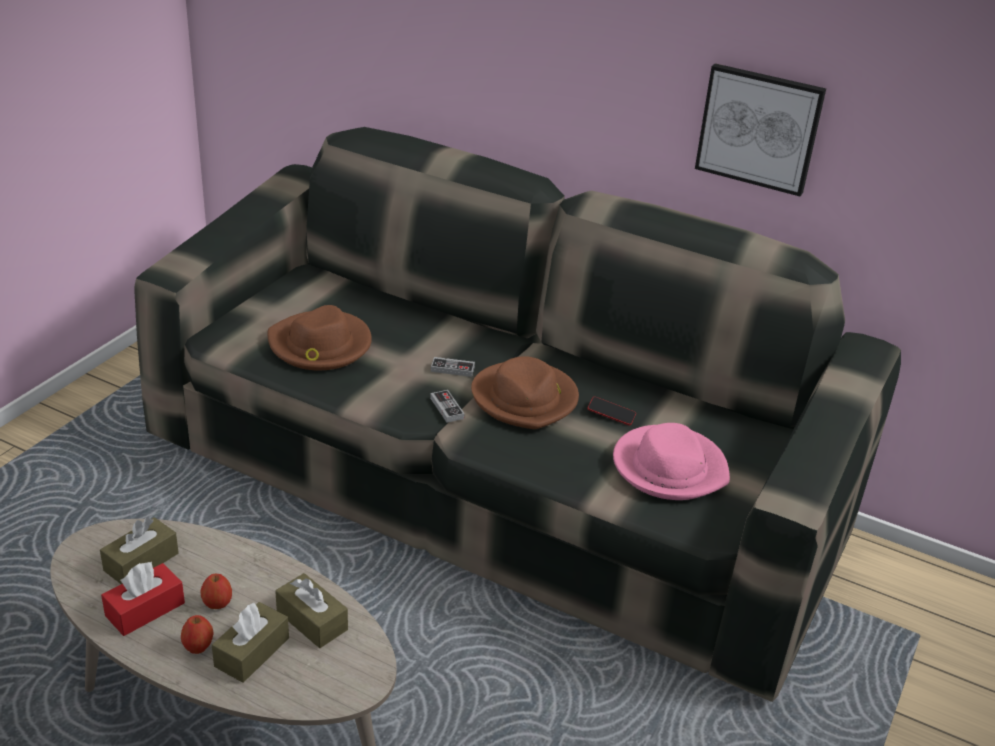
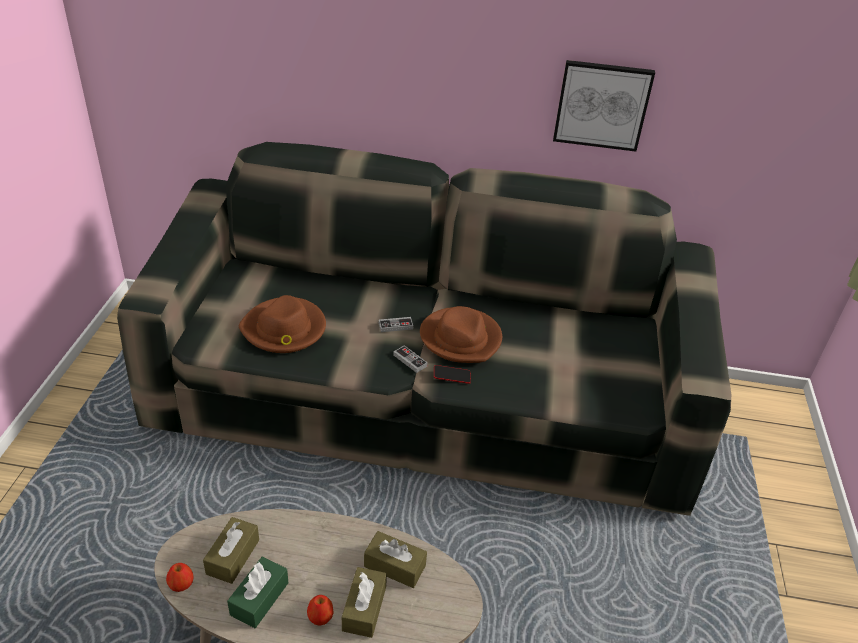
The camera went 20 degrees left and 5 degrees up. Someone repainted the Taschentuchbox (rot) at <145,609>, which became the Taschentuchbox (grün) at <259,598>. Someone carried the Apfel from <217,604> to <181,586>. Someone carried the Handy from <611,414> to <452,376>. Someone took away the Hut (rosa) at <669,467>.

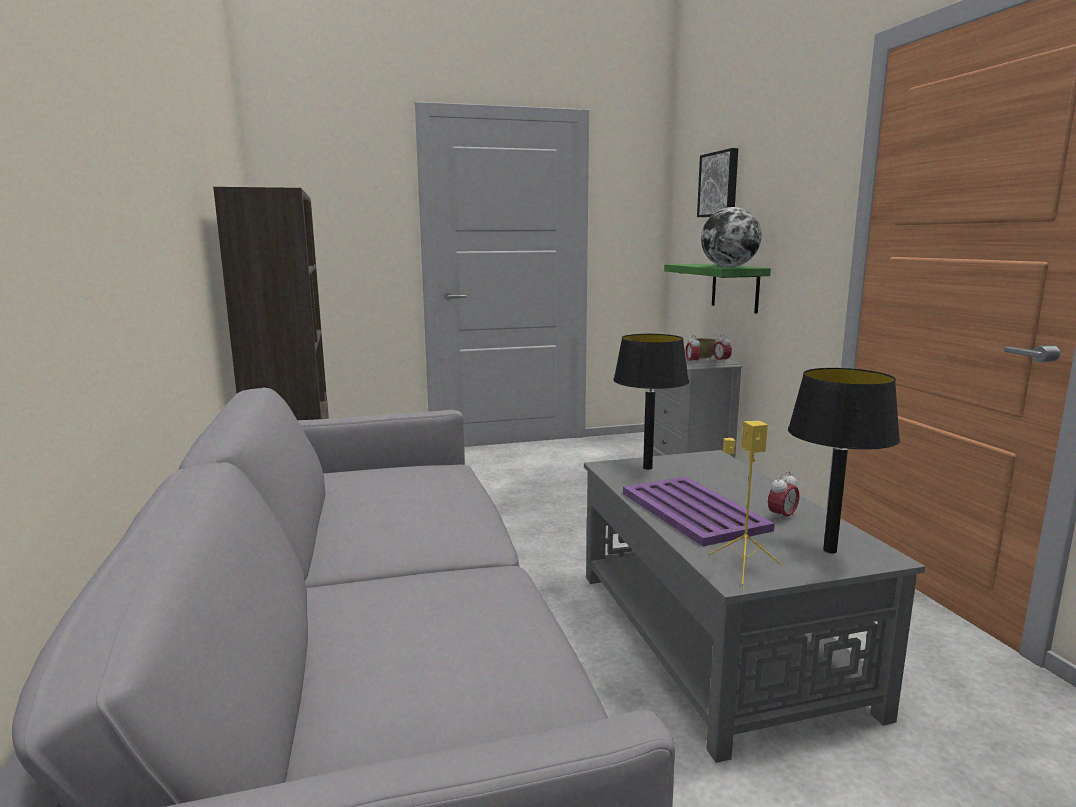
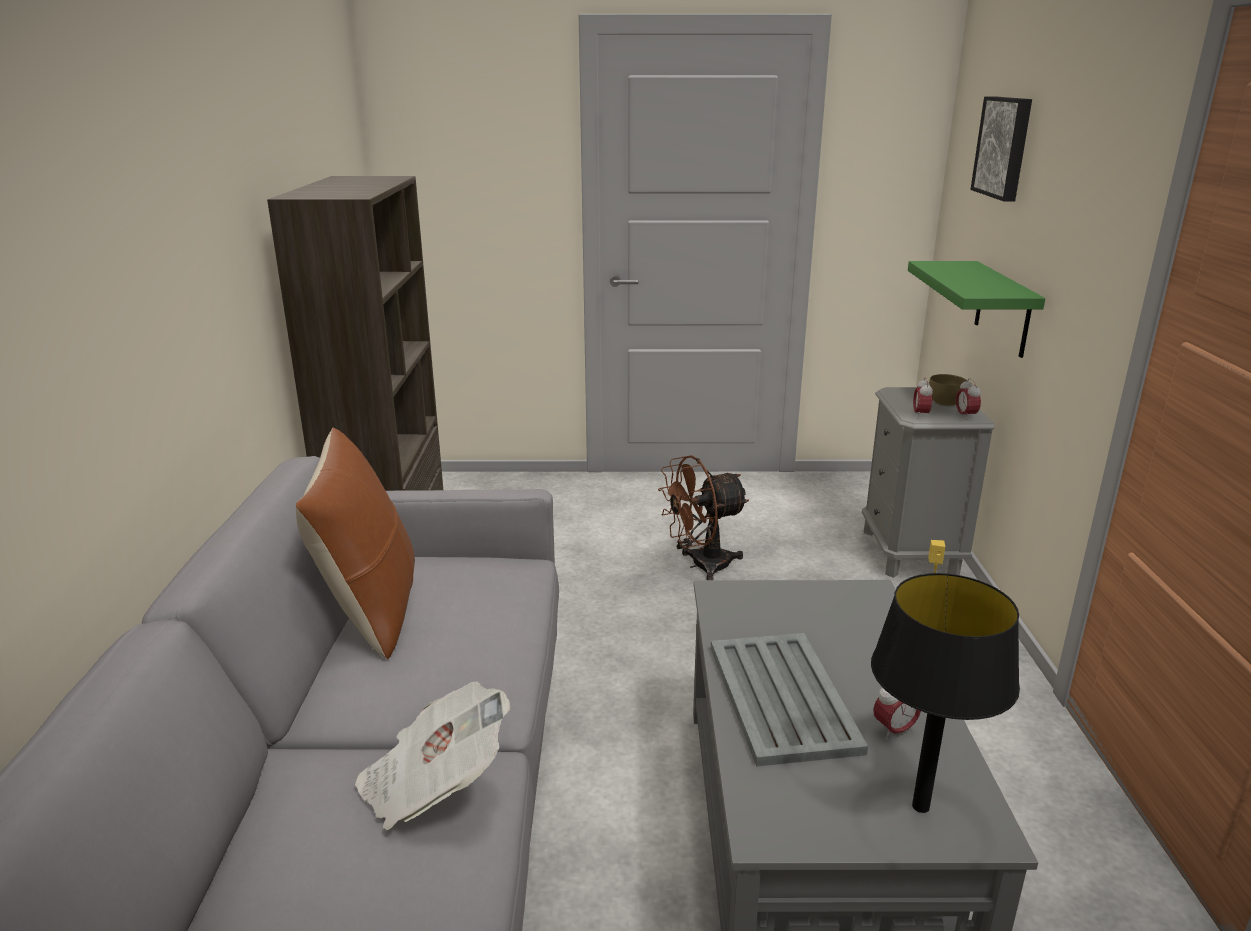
The camera went 15 degrees right and 10 degrees up. Someone took away the Tischlampe (schwarz) at <647,468>. Someone repainted the Tablett (lila) at <692,510>, which became the Tablett (grau) at <782,696>. Someone took away the Globus at <729,267>. Someone took away the Lautsprecher (gelb) at <743,568>. Someone put down the Kissen (braun) at <371,609>. Someone put down the Zeitung at <434,784>. Someone put down the Ventilator (braun) at <701,566>.

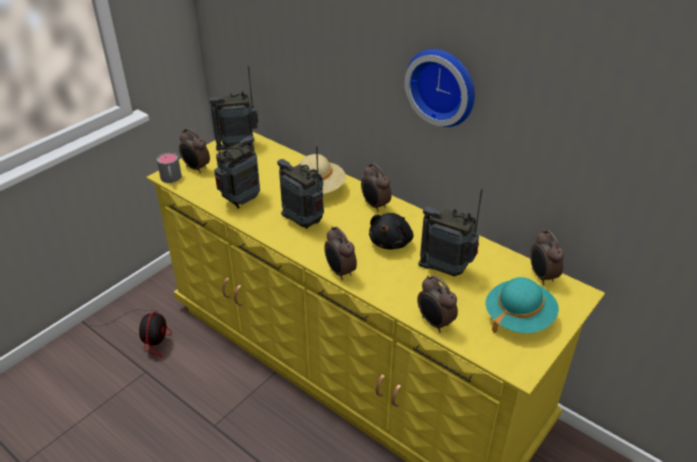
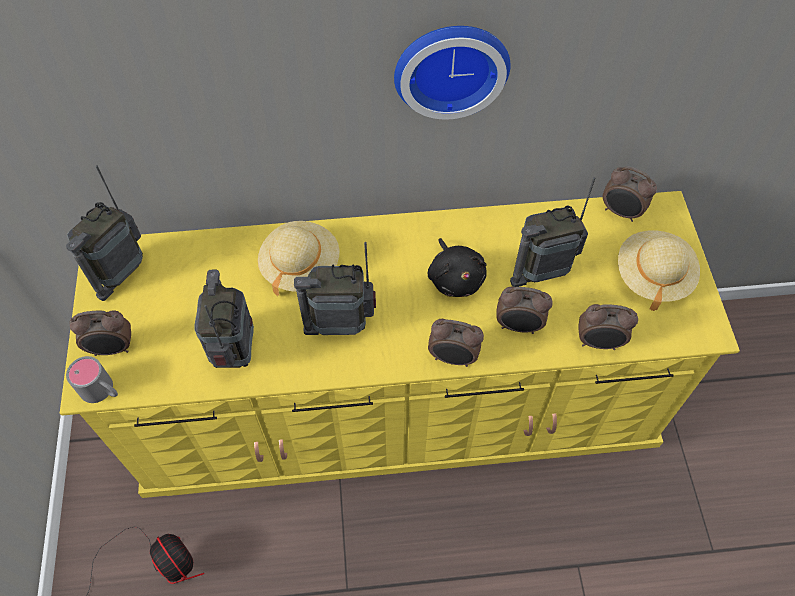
The camera went 45 degrees left and 20 degrees up. Someone carried the Wecker from <375,206> to <518,326>. Someone repainted the Hut (türkis) at <518,318>, which became the Hut (beige) at <652,276>.

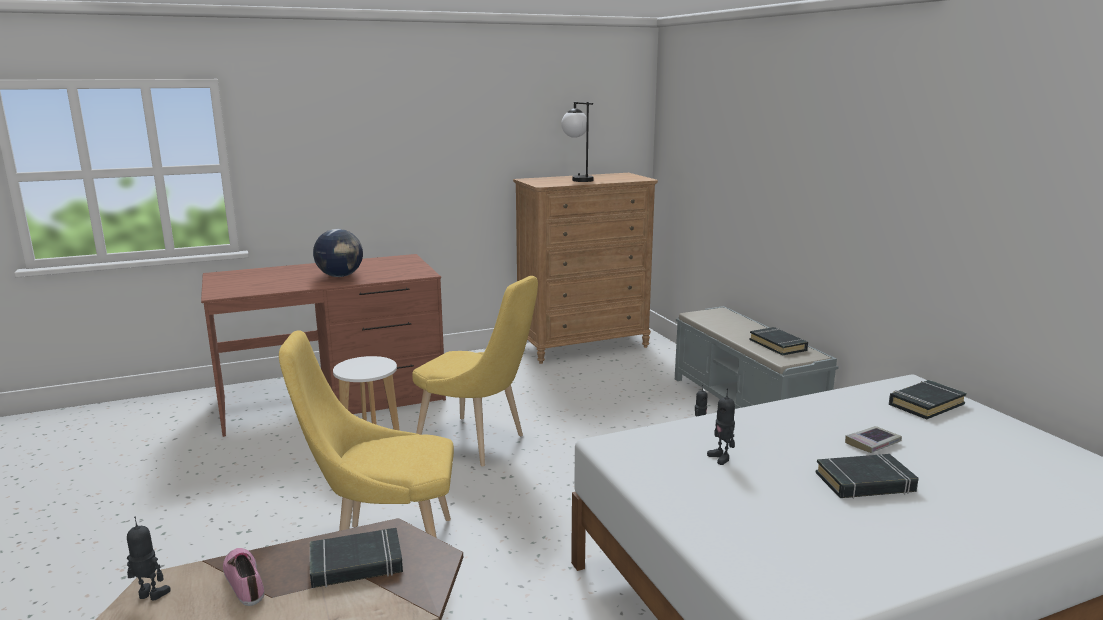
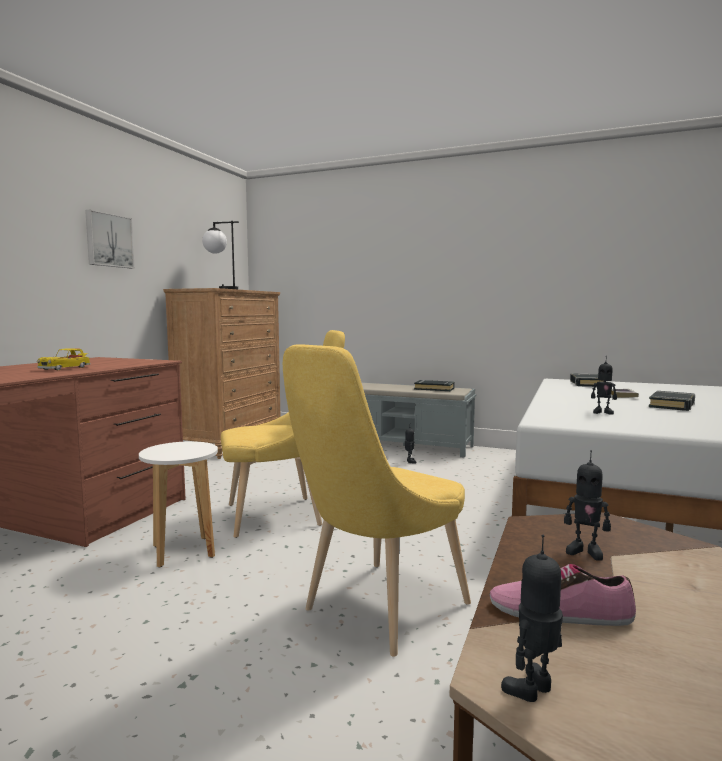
The camera went 45 degrees left and 10 degrees down. Someone swapped the Buch (schwarz) at <356,564> for the Spielzeugroboter at <585,551>. Someone swapped the Globus at <340,276> for the Spielzeugauto at <65,368>. Someone put up the Bild at <108,240>.

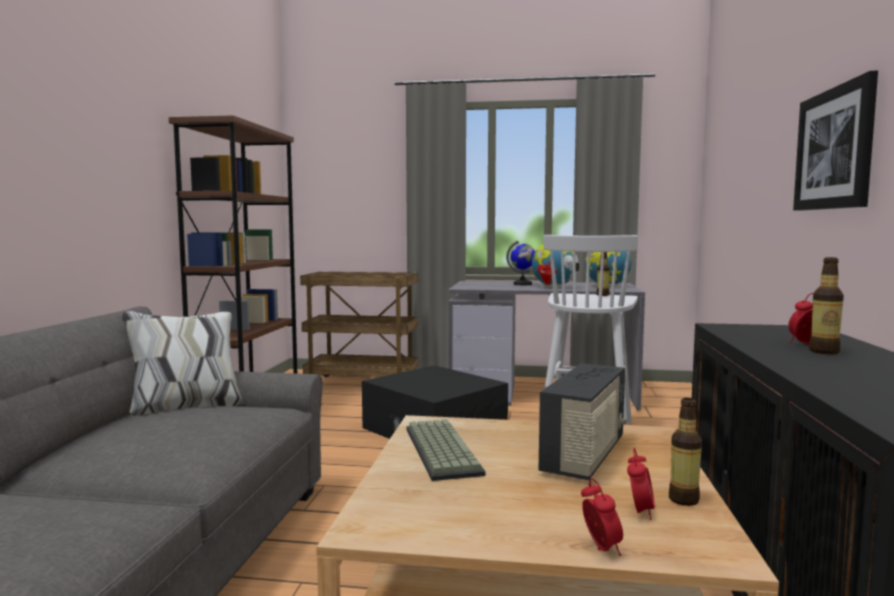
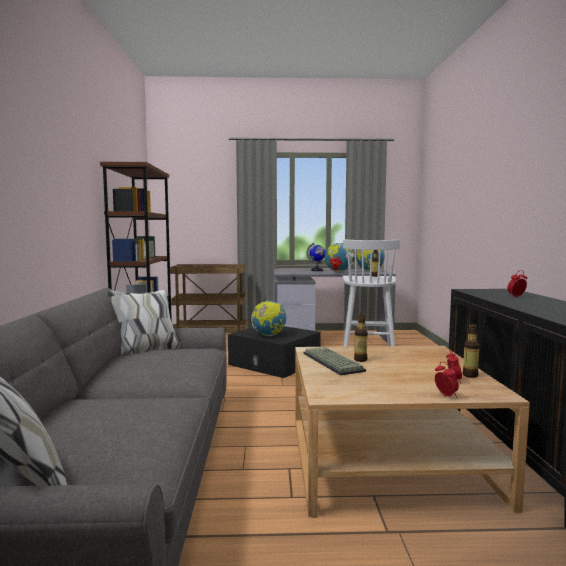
The camera went 10 degrees left and 0 degrees up. Someone took away the Radio at <585,456>. Someone took away the Bild at <834,149>. Someone carried the Flasche from <824,351> to <360,360>. Someone put down the Globus at <268,335>.

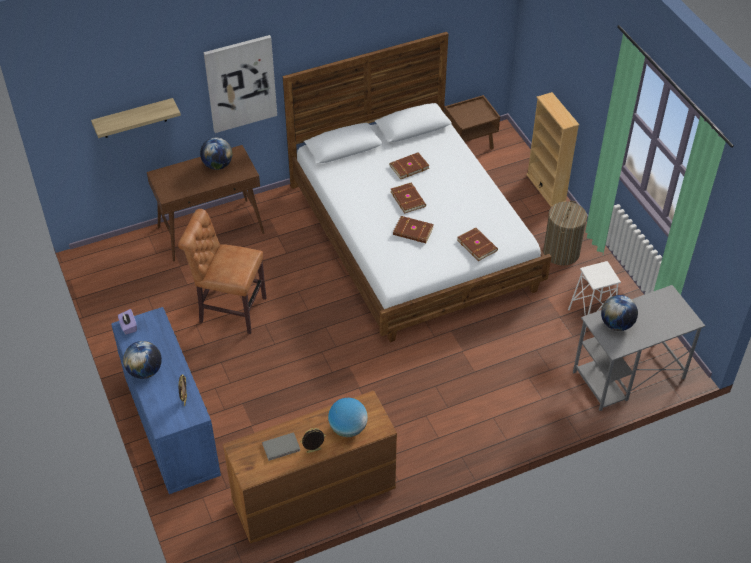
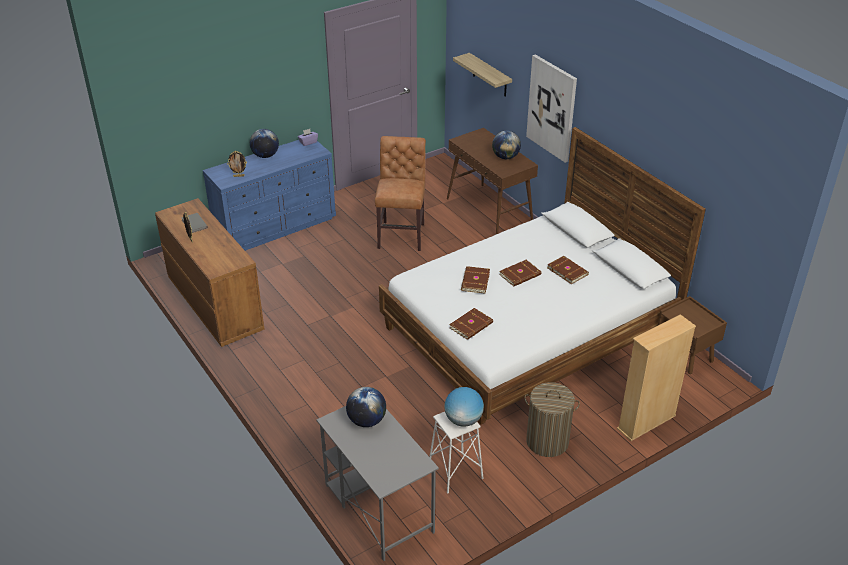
The camera went 80 degrees right and 10 degrees down. Someone carried the Globus from <348,428> to <463,420>.

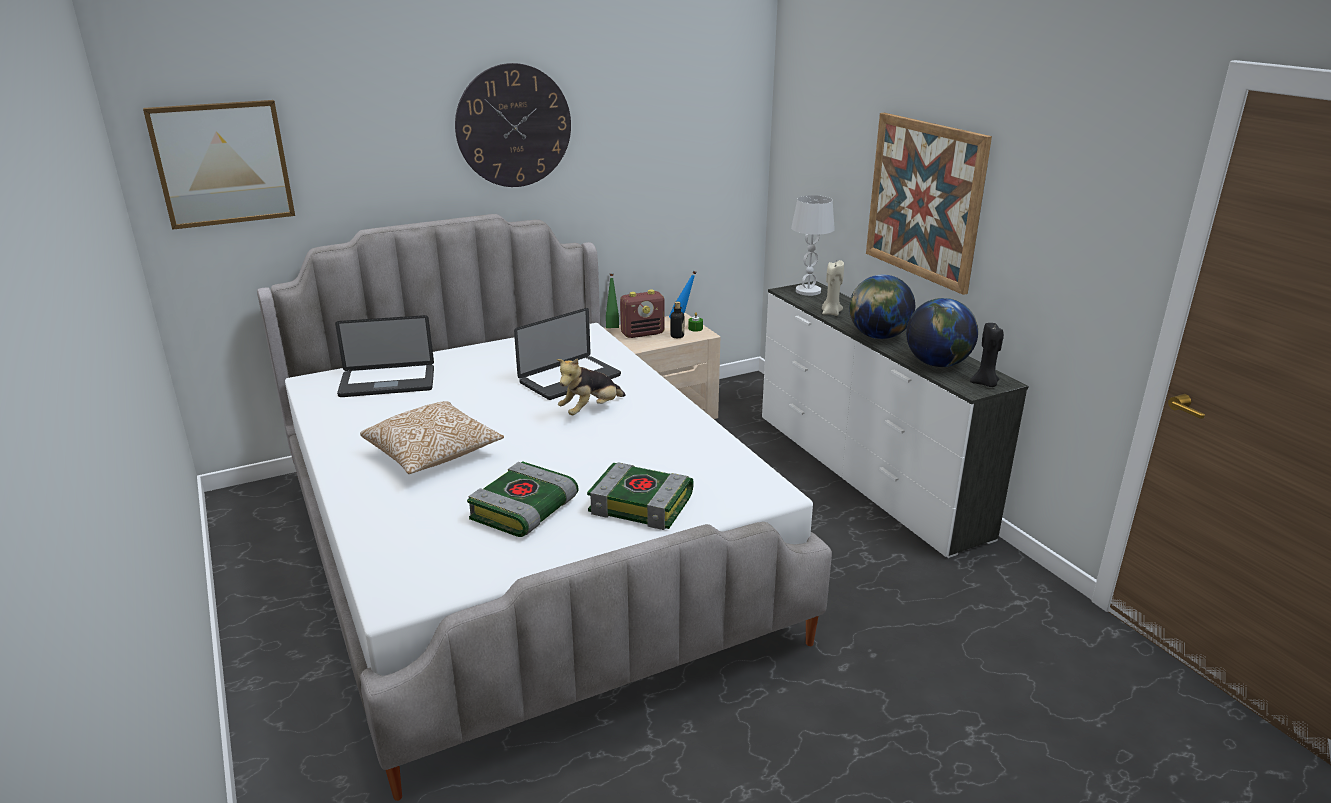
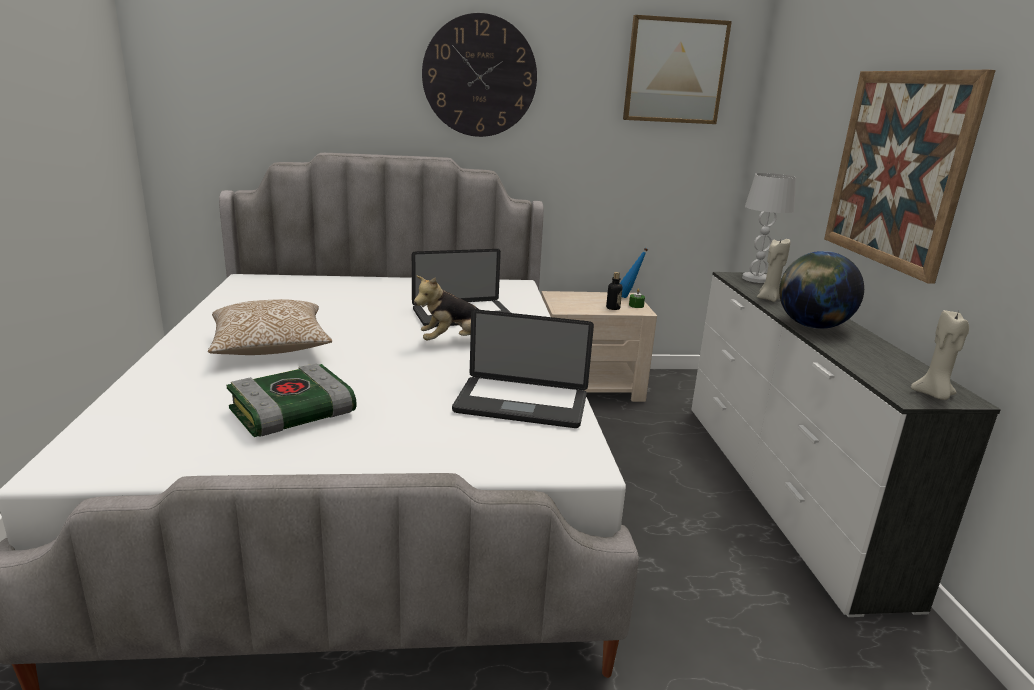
The camera went 20 degrees right and 5 degrees down. Someone carried the Bild from <222,163> to <674,71>. Someone carried the Laptop from <387,382> to <521,404>. Someone took away the Buch at <643,504>. Someone took away the Flasche (grün) at <612,327>. Someone took away the Radio at <643,333>. Someone took away the Globus at <937,363>. Someone repainted the Kerze (schwarz) at <985,384>, which became the Kerze (beige) at <933,395>.

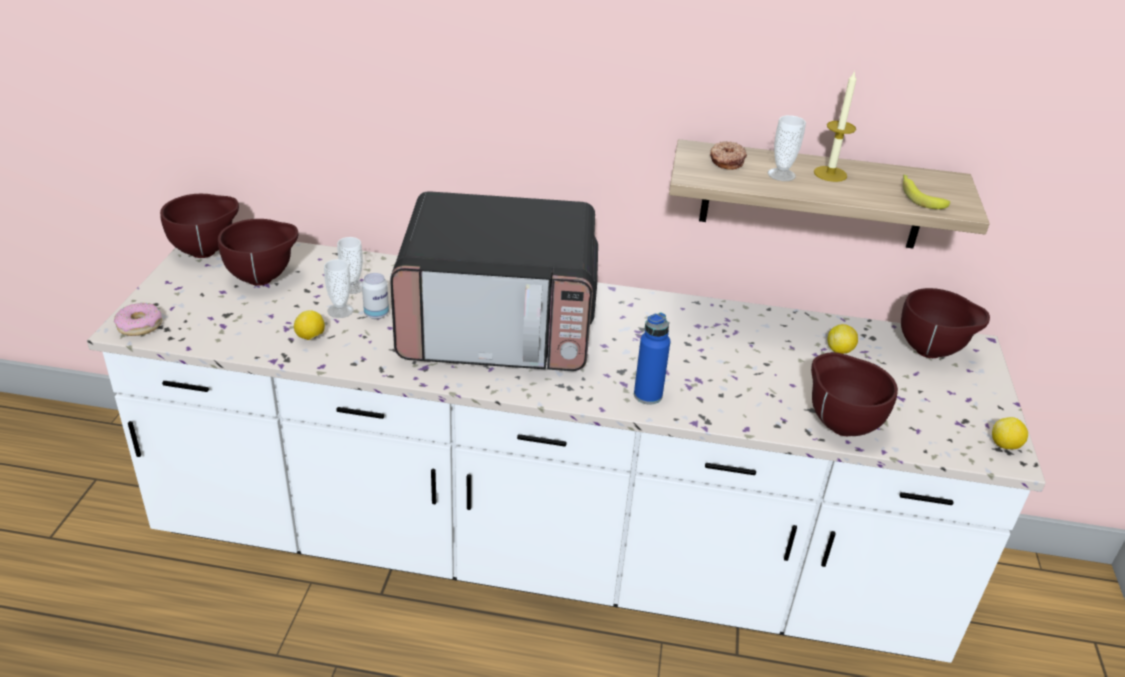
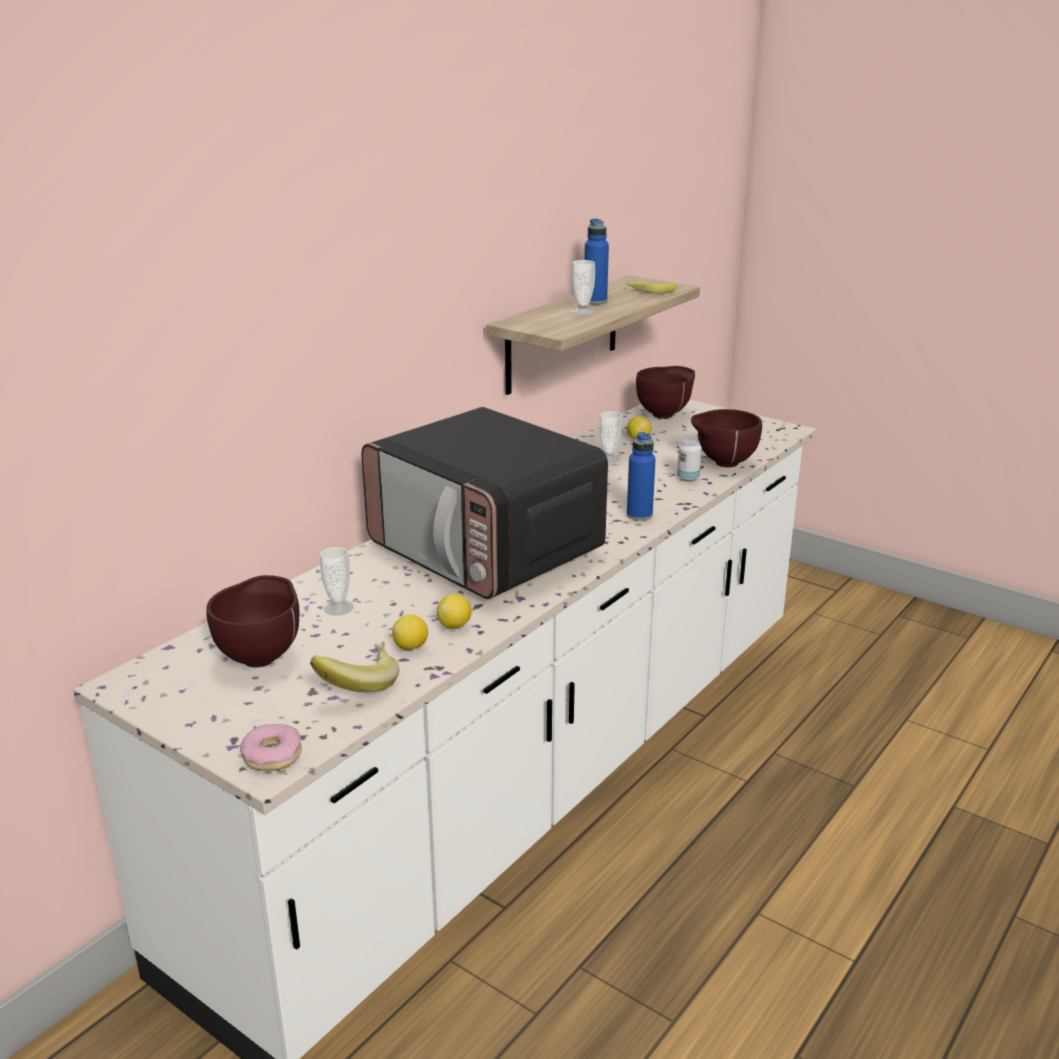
The camera went 60 degrees left and 10 degrees down. Someone took away the Schüssel (braun) at <207,252>. Someone carried the Tasse from <340,310> to <609,459>. Someone carried the Dose from <376,314> to <688,478>. Someone rotated the Mikrowelle at <499,326> by 105 degrees clockwise. Someone took away the Donut at <726,161>. Someone swapped the Kerze at <830,174> for the Flasche (blau) at <595,301>. Someone carried the Zitrone from <1005,445> to <455,625>. Someone put down the Banane at <357,684>.

